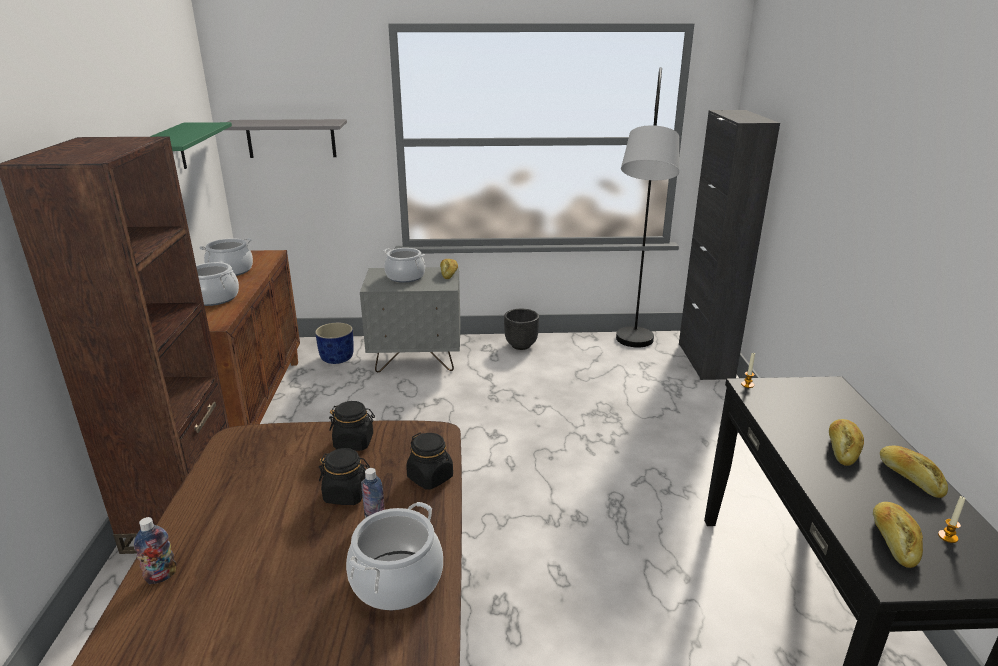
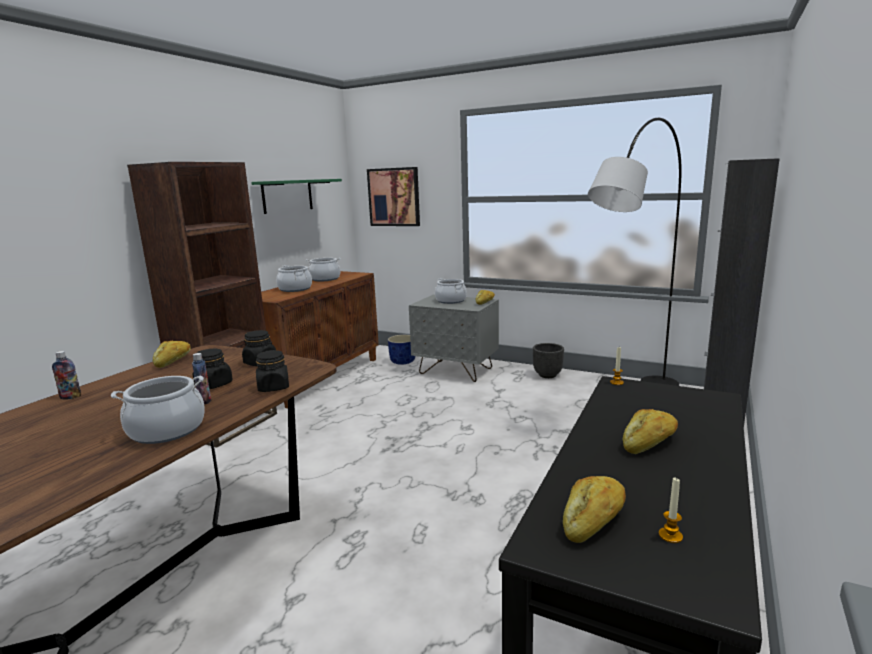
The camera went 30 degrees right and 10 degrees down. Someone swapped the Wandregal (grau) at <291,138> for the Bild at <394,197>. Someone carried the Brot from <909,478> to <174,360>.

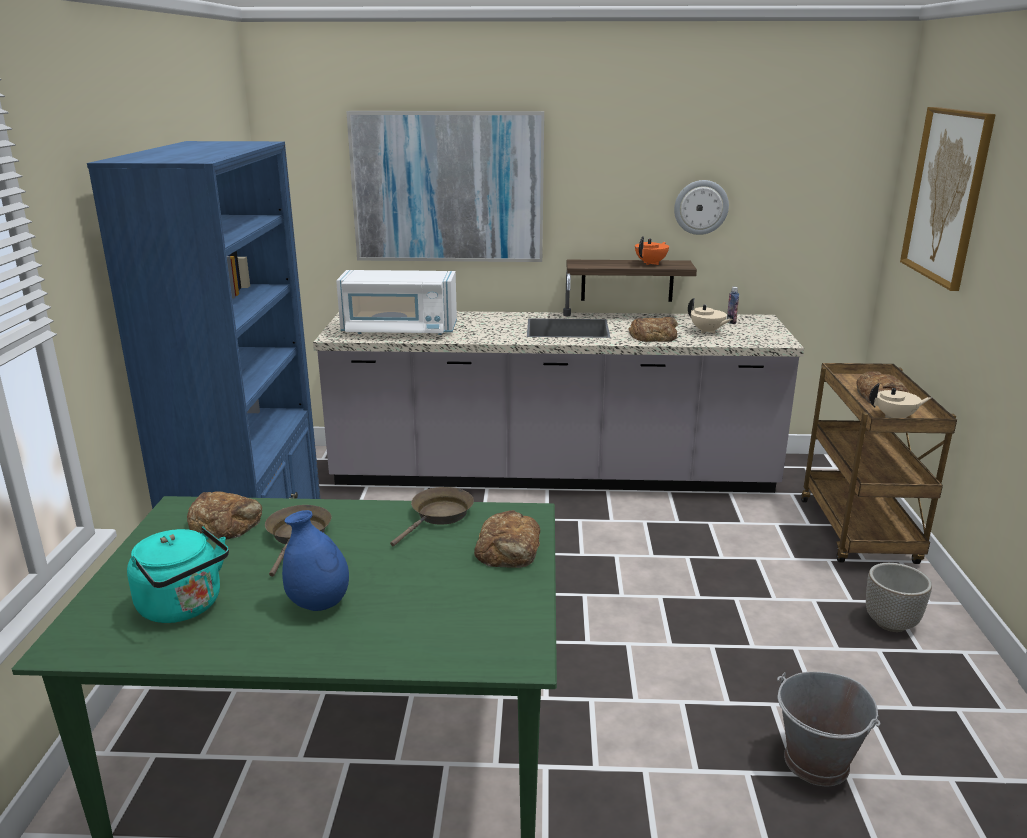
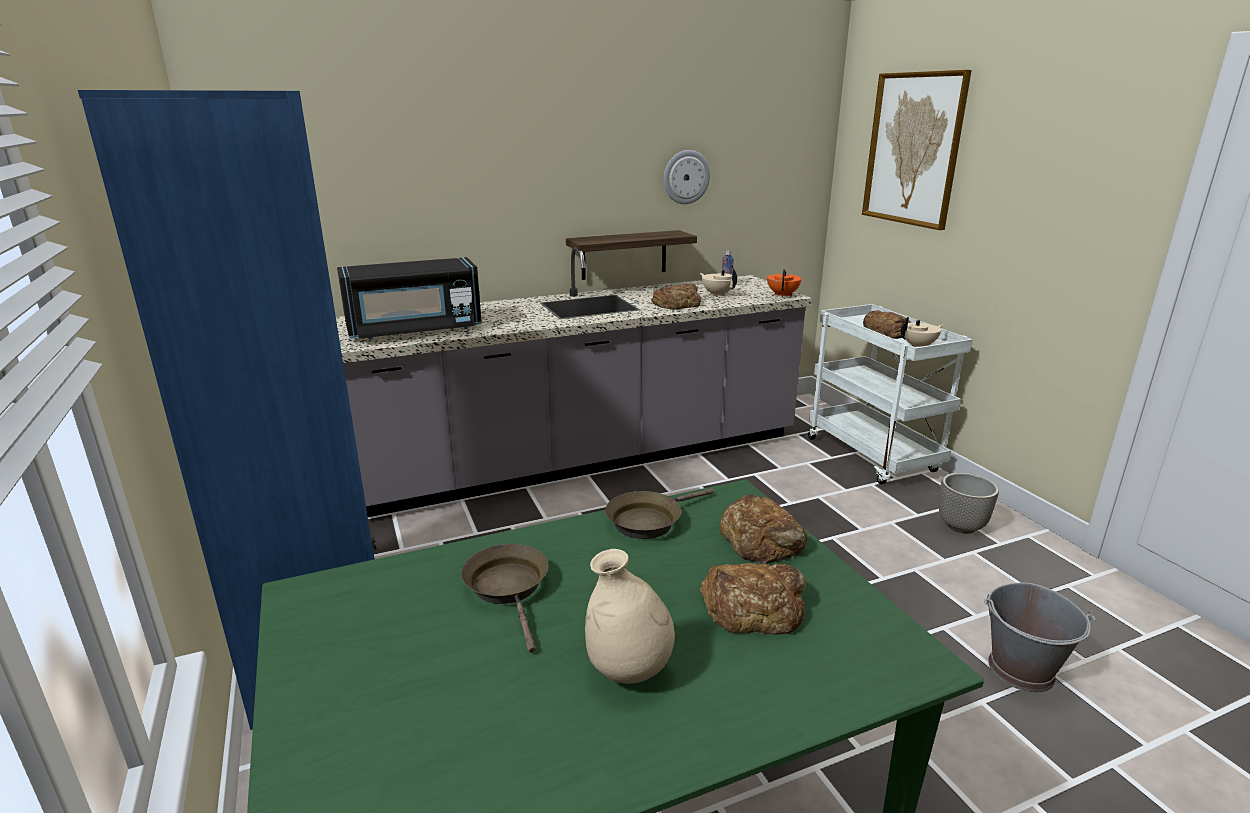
The camera went 25 degrees left and 0 degrees up. Someone took away the Wasserkessel (türkis) at <184,607>. Someone carried the Brot from <226,522> to <753,606>. Someone repainted the Vase (blau) at <319,604>, which became the Vase (beige) at <629,671>. Someone repainted the Mikrowelle (weiß) at <399,330>, which became the Mikrowelle (schwarz) at <414,330>. Someone took away the Bild at <448,187>. Someone rotated the Pfanne (braun) at <439,516> by 135 degrees counterclockwise. Someone carried the Teekanne (orange) from <651,263> to <783,295>. Someone rotated the Teekanne (beige) at <707,331> by 150 degrees counterclockwise. Someone repainted the Rollwagen (braun) at <859,533>, which became the Rollwagen (weiß) at <874,456>.

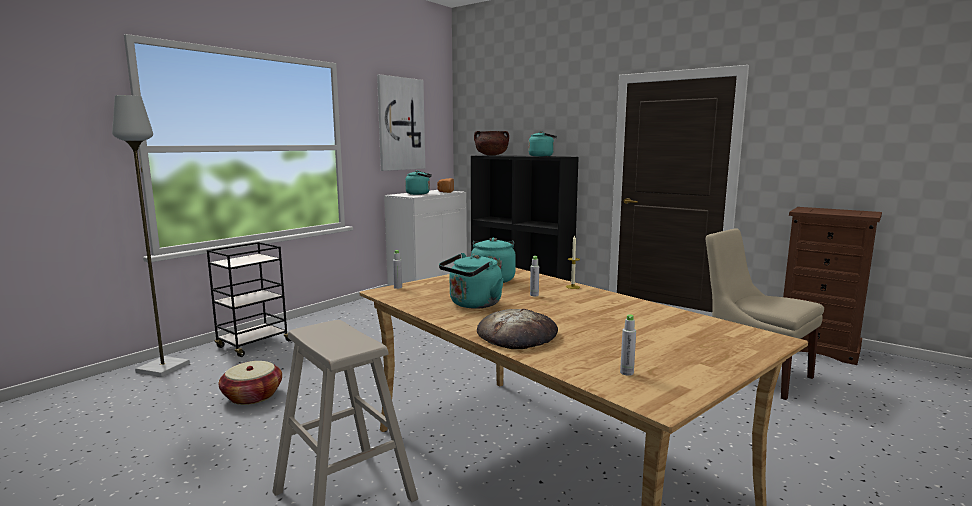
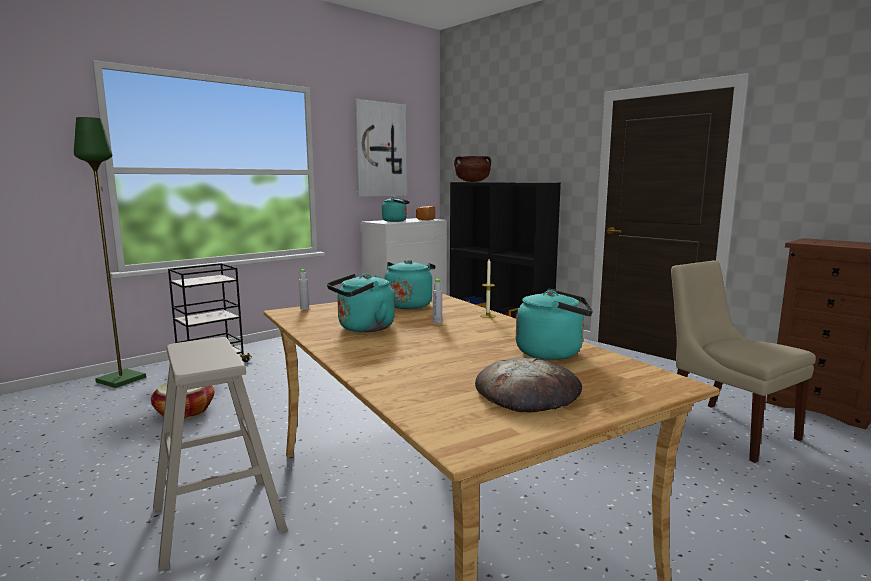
The camera went 10 degrees right and 0 degrees up. Someone repainted the Stehlampe (grau) at <163,368>, which became the Stehlampe (grün) at <121,379>. Someone carried the Brot from <517,335> to <528,392>. Someone carried the Wasserkessel (türkis) from <542,156> to <553,353>. Someone took away the Flasche (grau) at <627,372>.

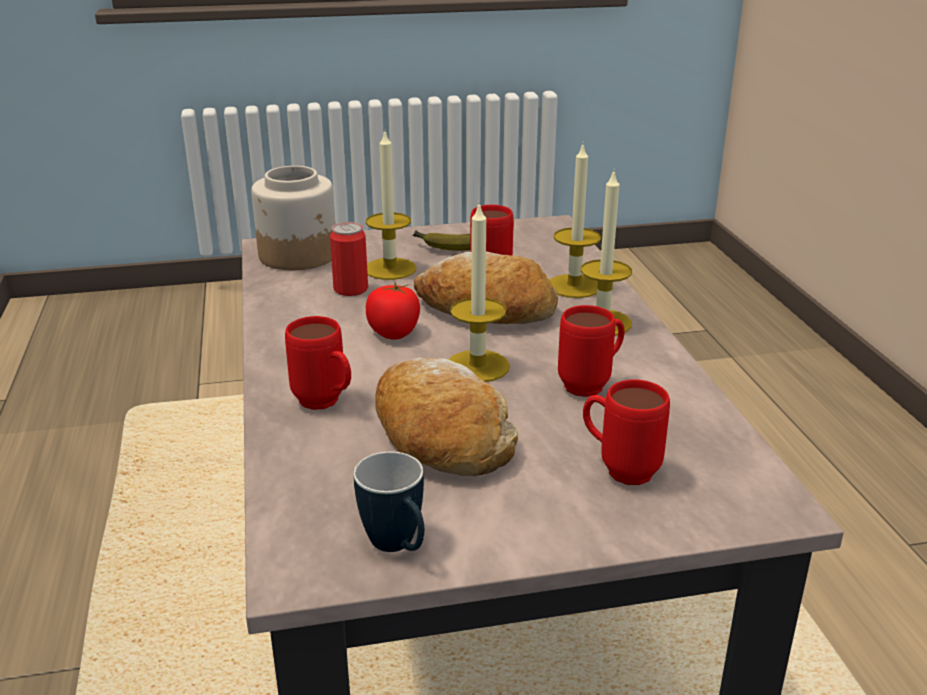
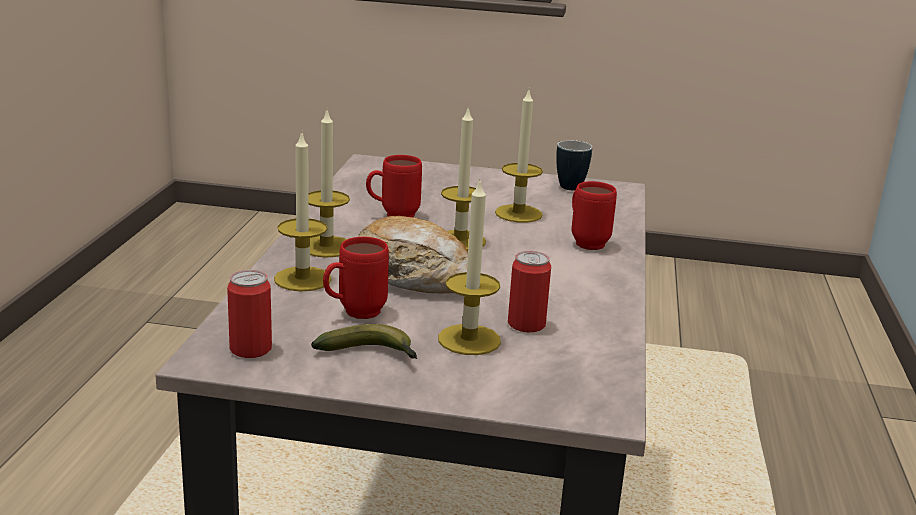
The camera went 160 degrees left and 5 degrees down. Someone took away the Vorratsglas at <299,255>. Someone took away the Tomate at <393,332>. Someone swapped the Brot at <440,437> for the Kerze at <518,213>. Someone took away the Henkelbecher (rot) at <618,469>. Someone put down the Dose at <250,349>.

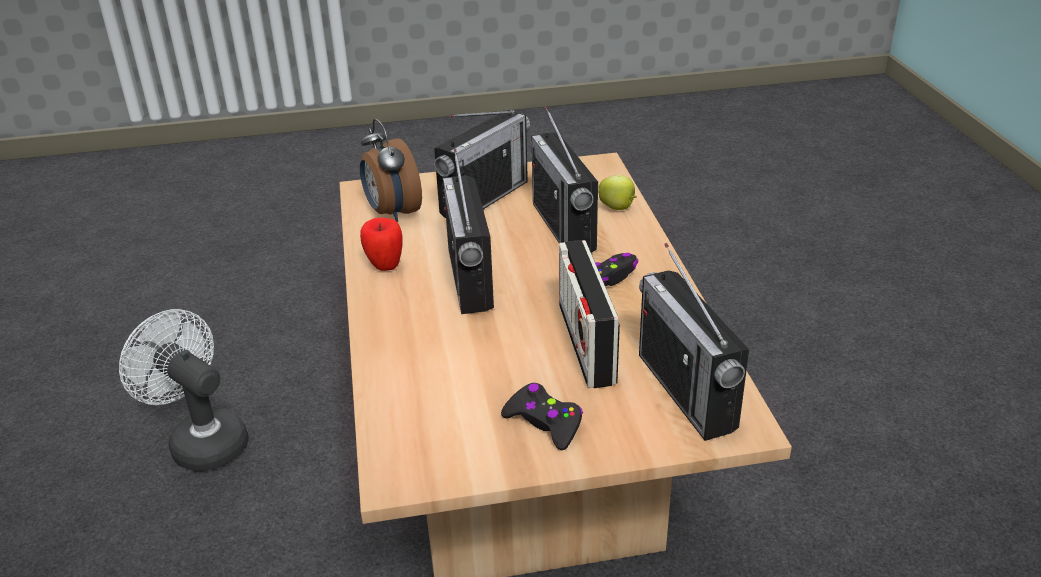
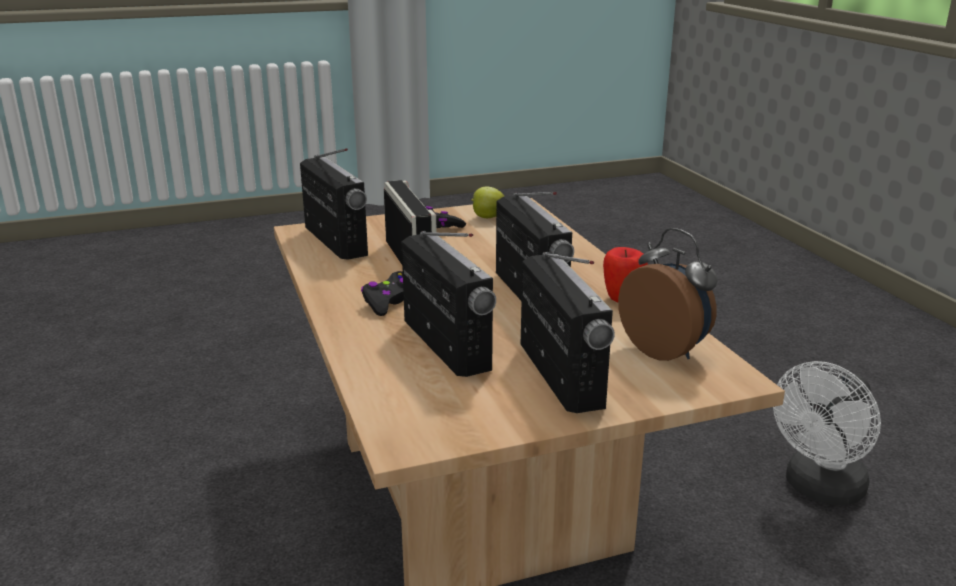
The camera went 170 degrees right and 10 degrees down. Someone rotated the Ventilator (weiß) at <201,440> by 105 degrees clockwise. Someone rotated the Radio at <484,198> by 135 degrees clockwise. Someone carried the Apfel from <618,208> to <487,217>.

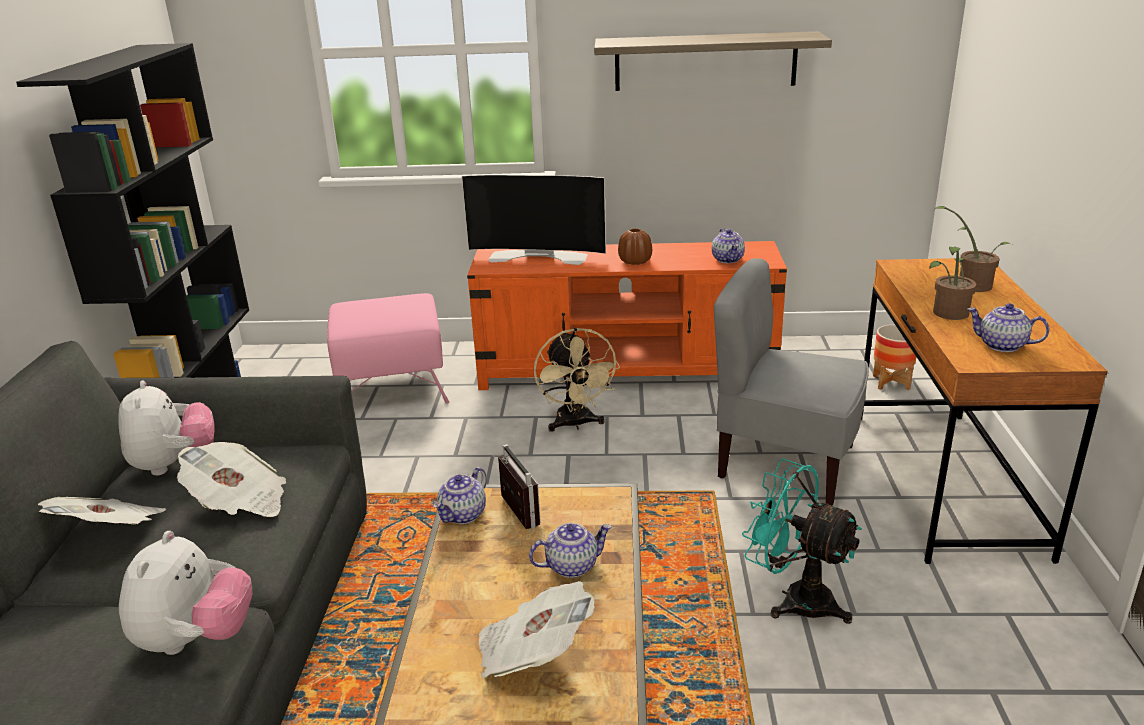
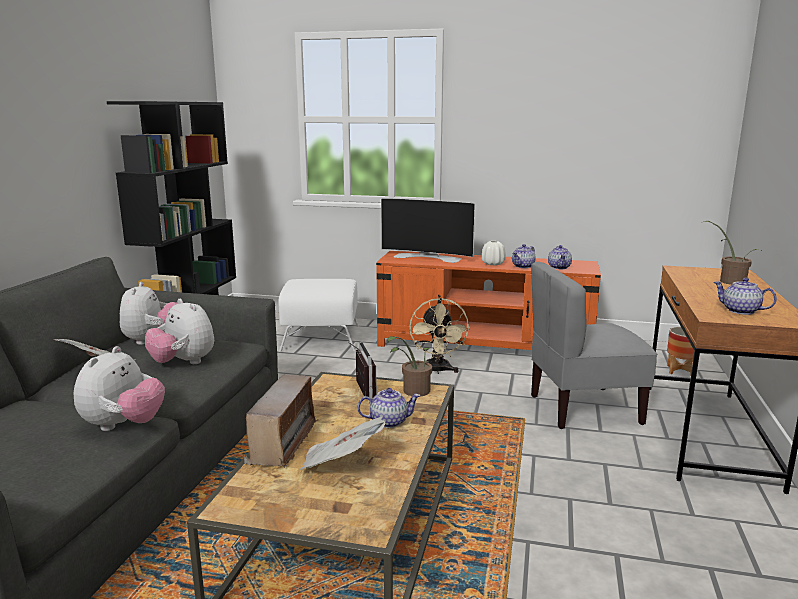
The camera went 10 degrees right and 10 degrees down. Someone swapped the Zeitung at <240,502> for the Plüschtier at <183,363>. Someone repainted the Polsterhocker (rosa) at <393,385>, which became the Polsterhocker (weiß) at <321,338>. Someone carried the Teekanne from <463,515> to <523,266>. Someone took away the Wandregal at <705,61>. Someone repainted the Vase (braun) at <635,261>, which became the Vase (weiß) at <492,264>. Someone rotated the Stuhl (grau) at <785,464> by 45 degrees counterclockwise. Someone took away the Ventilator (türkis) at <795,598>. Someone carried the Topfpflanze from <948,314> to <413,391>. Someone put down the Radio at <283,442>.

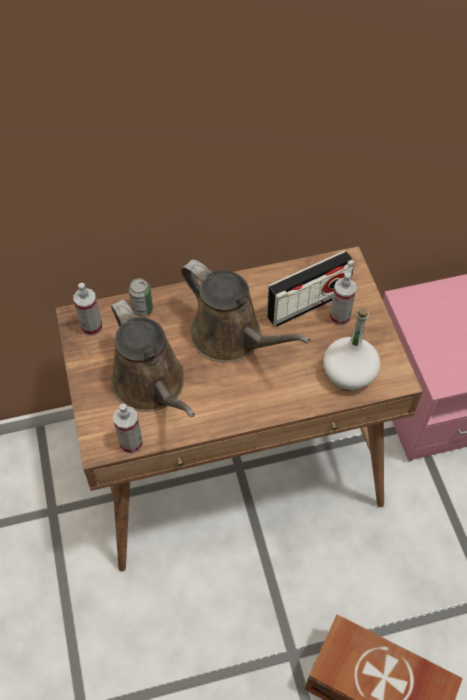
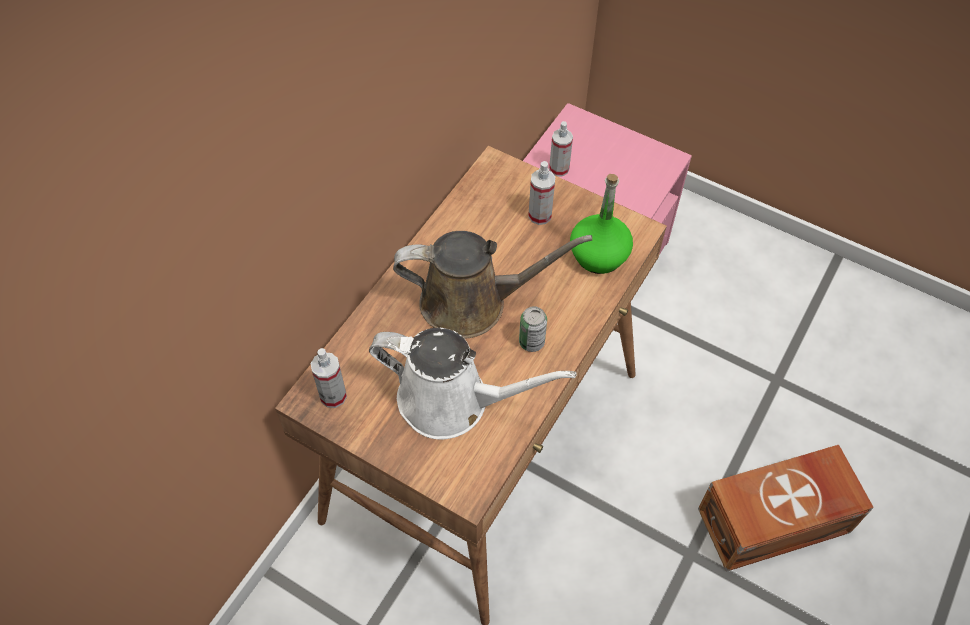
The camera went 45 degrees left and 0 degrees up. Someone repainted the Gießkanne (braun) at <152,386>, which became the Gießkanne (weiß) at <452,401>. Someone carried the Sprühflasche from <131,443> to <559,169>. Someone carried the Dose from <142,309> to <531,342>. Someone took away the Radio at <308,304>. Someone repainted the Flasche (weiß) at <349,373>, which became the Flasche (grün) at <598,255>.

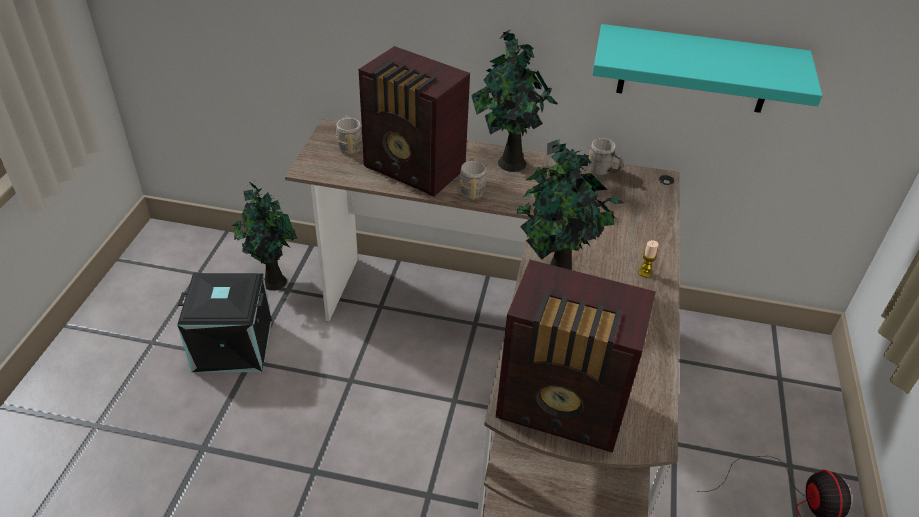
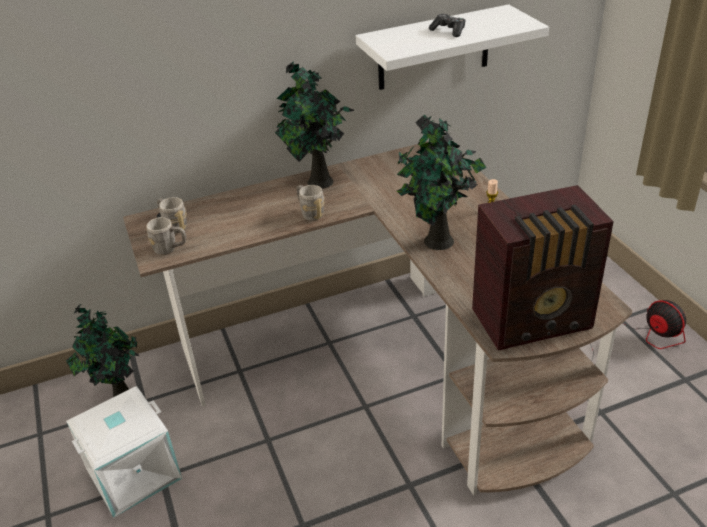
The camera went 30 degrees left and 5 degrees down. Someone repainted the Aufbewahrungsbox (schwarz) at <233,344>, which became the Aufbewahrungsbox (weiß) at <133,472>. Someone took away the Radio at <415,170>. Someone carried the Henkelbecher (grau) from <603,171> to <170,249>. Someone repainted the Wandregal (türkis) at <695,70>, which became the Wandregal (weiß) at <434,48>. Someone put down the Gamepad at <448,31>.

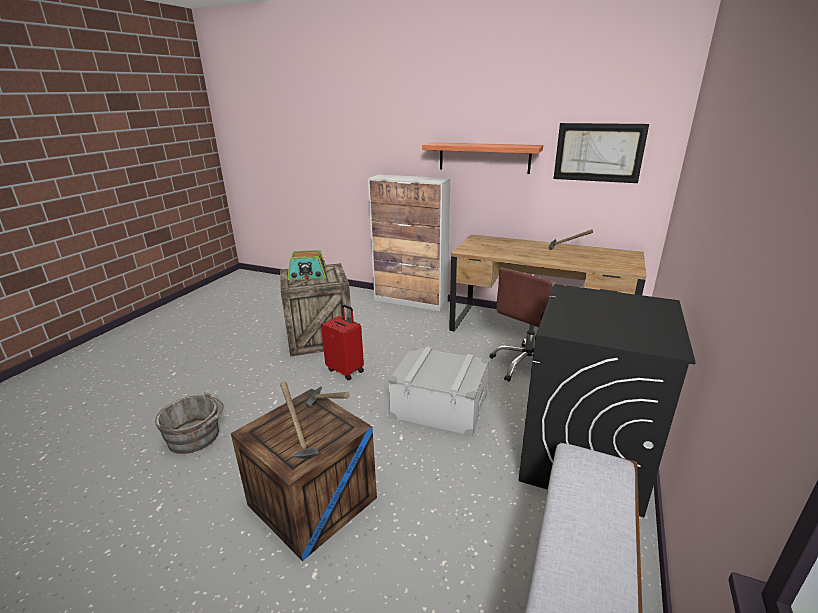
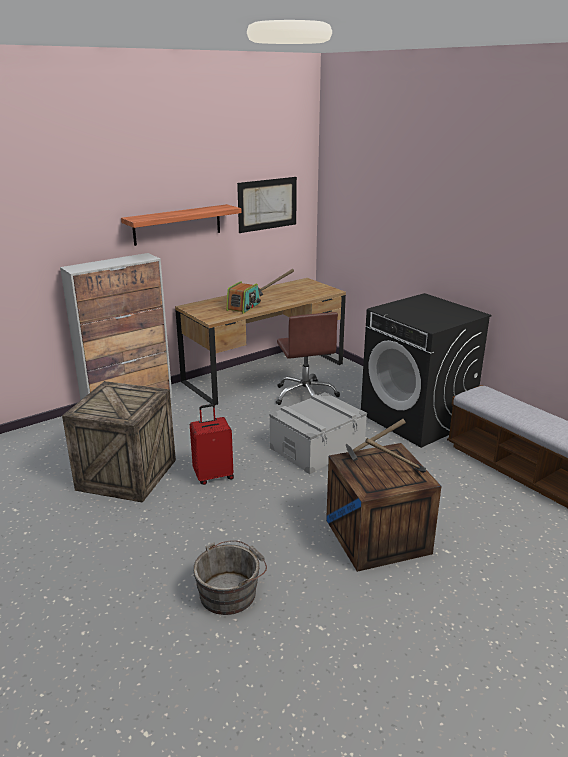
The camera went 60 degrees left and 0 degrees up. Someone carried the Radio from <308,275> to <243,307>.

